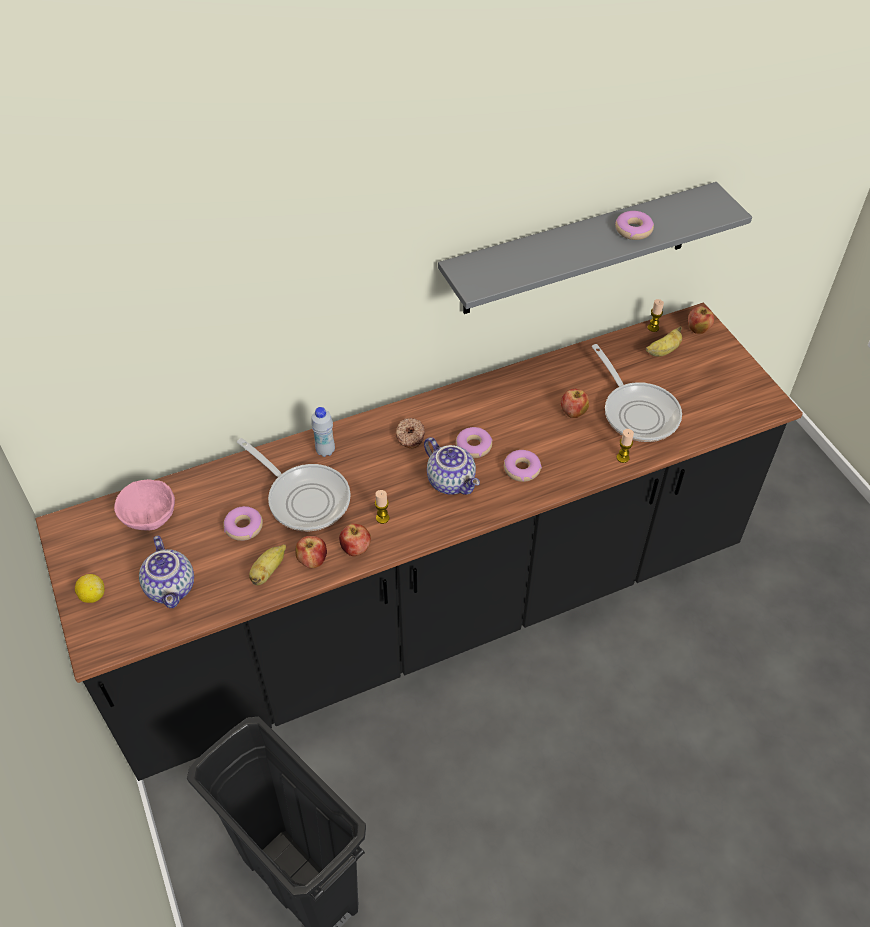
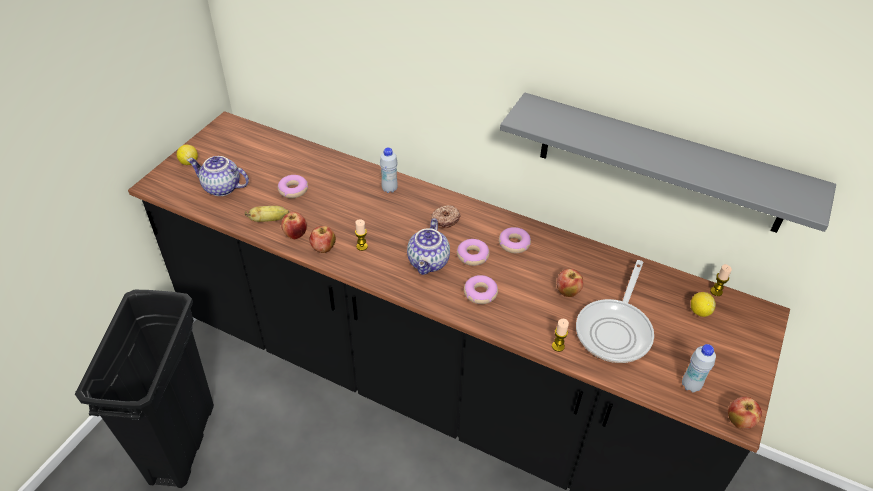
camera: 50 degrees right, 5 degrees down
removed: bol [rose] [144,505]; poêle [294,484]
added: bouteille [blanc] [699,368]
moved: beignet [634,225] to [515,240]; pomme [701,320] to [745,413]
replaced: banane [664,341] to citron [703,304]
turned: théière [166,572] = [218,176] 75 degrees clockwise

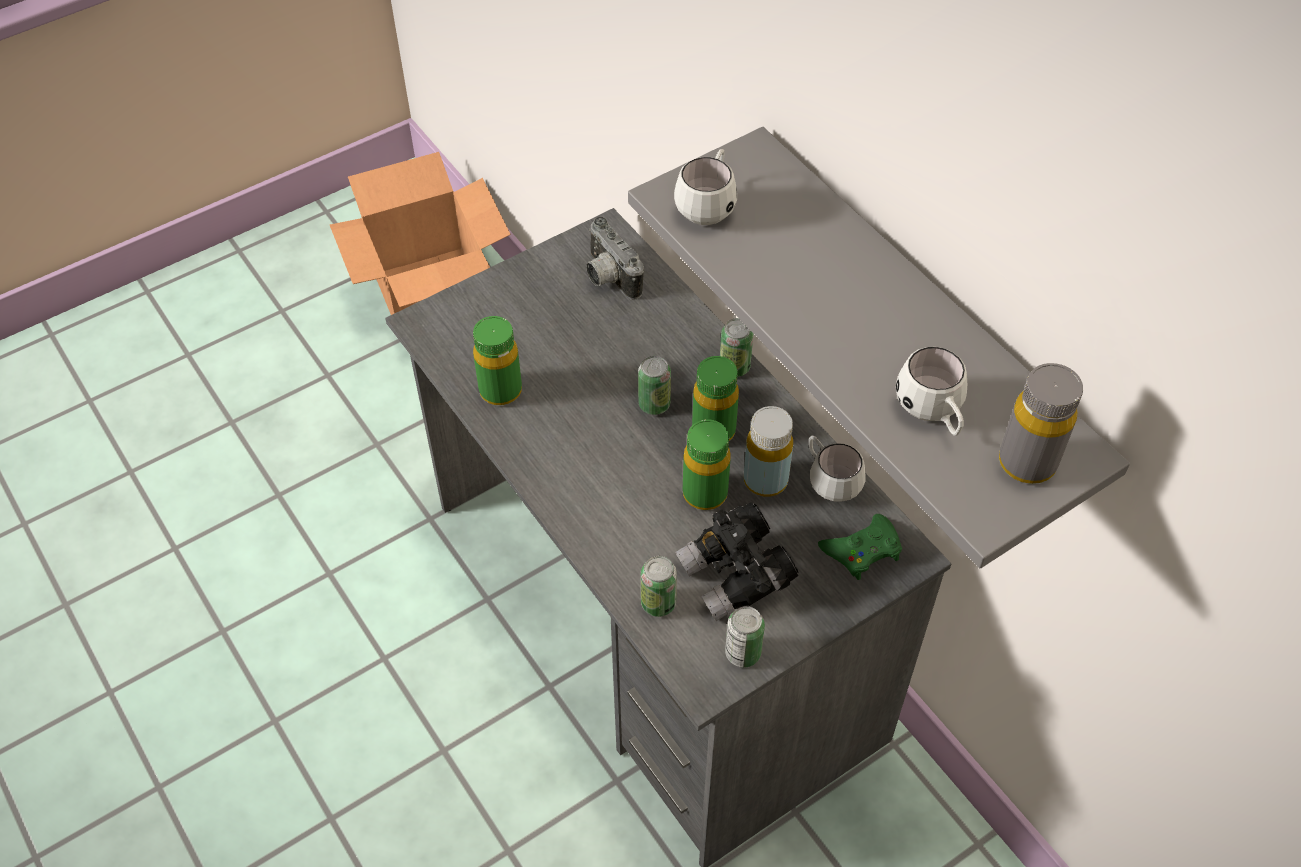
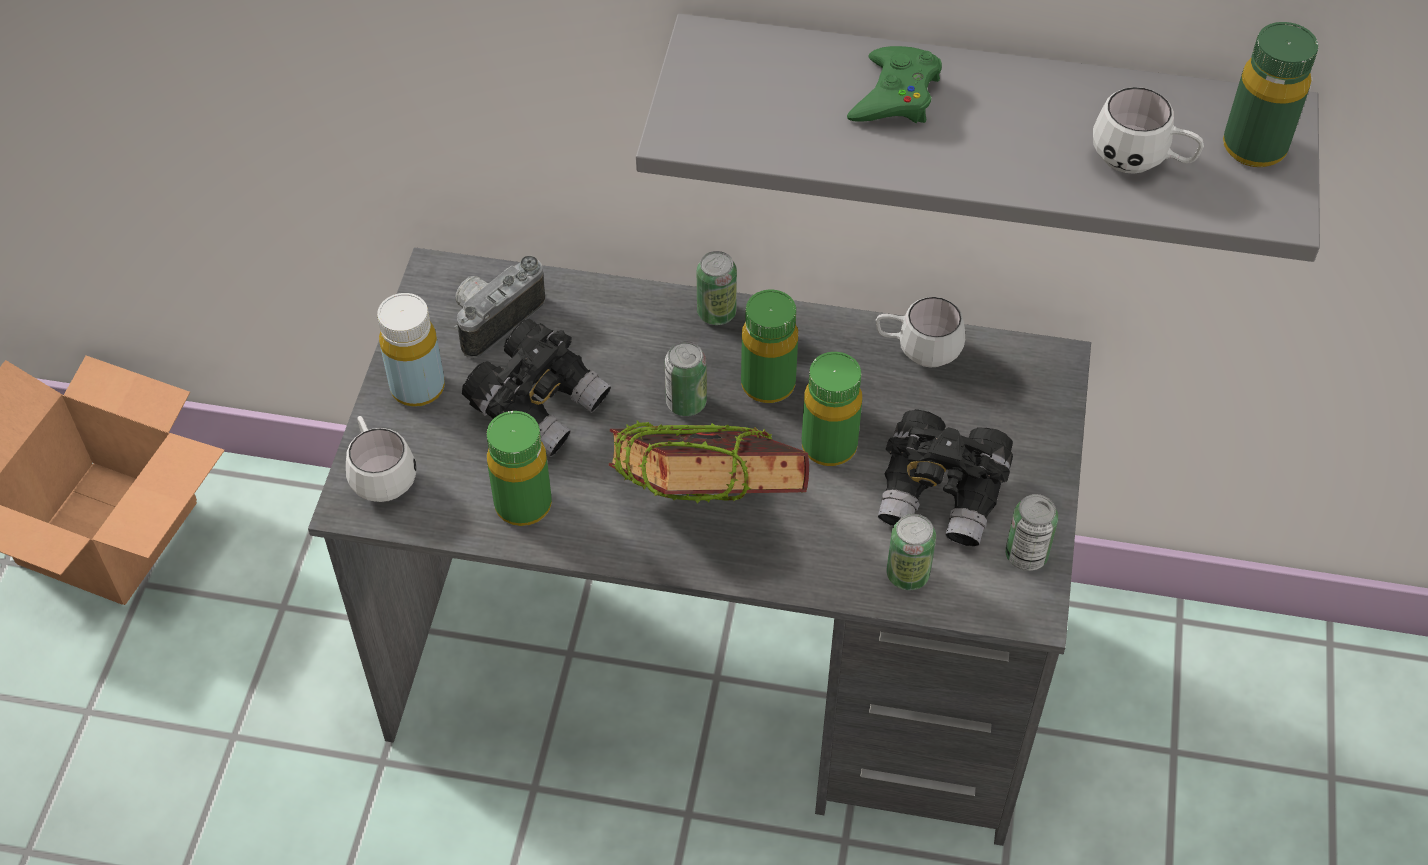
camera: 45 degrees left, 0 degrees up
added: jumelles [noir] [536,387]; livre [709,462]
moved: mug [blanc] [705,187] to [381,459]; bouteille [jaune] [768,451] to [411,350]; manette [vert] [860,547] to [894,84]
recoloured: bouteille [gris] [1041,423] to bouteille [vert] [1270,94]
turned: appareil photo [615,258] = [499,307] 120 degrees clockwise

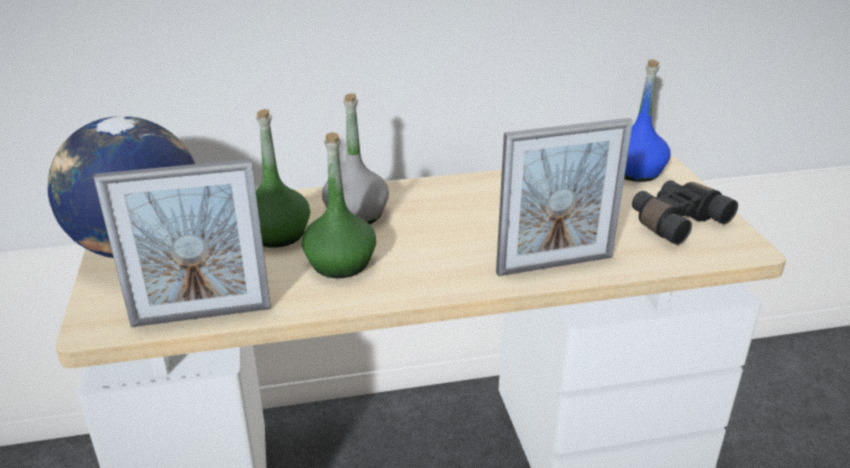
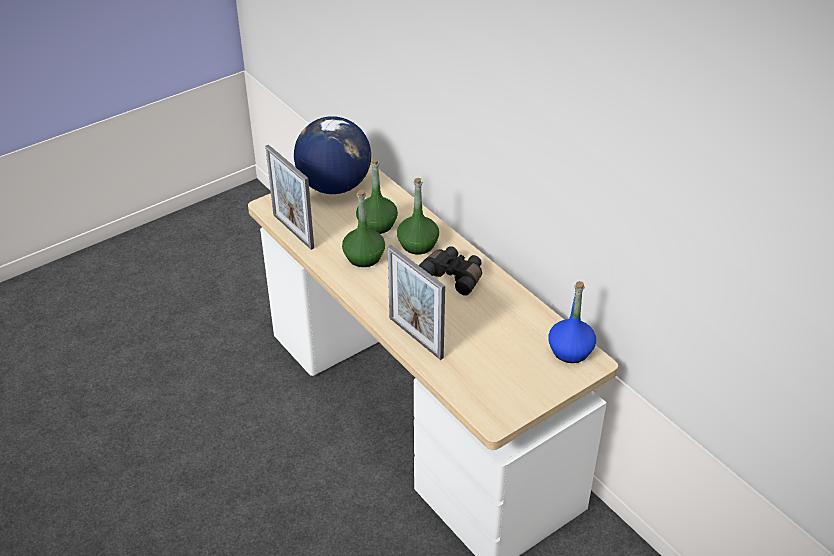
camera: 65 degrees right, 10 degrees up
moved: jumelles [noir] [685,212] to [450,271]
recoloured: bouteille [gris] [355,158] to bouteille [vert] [418,216]

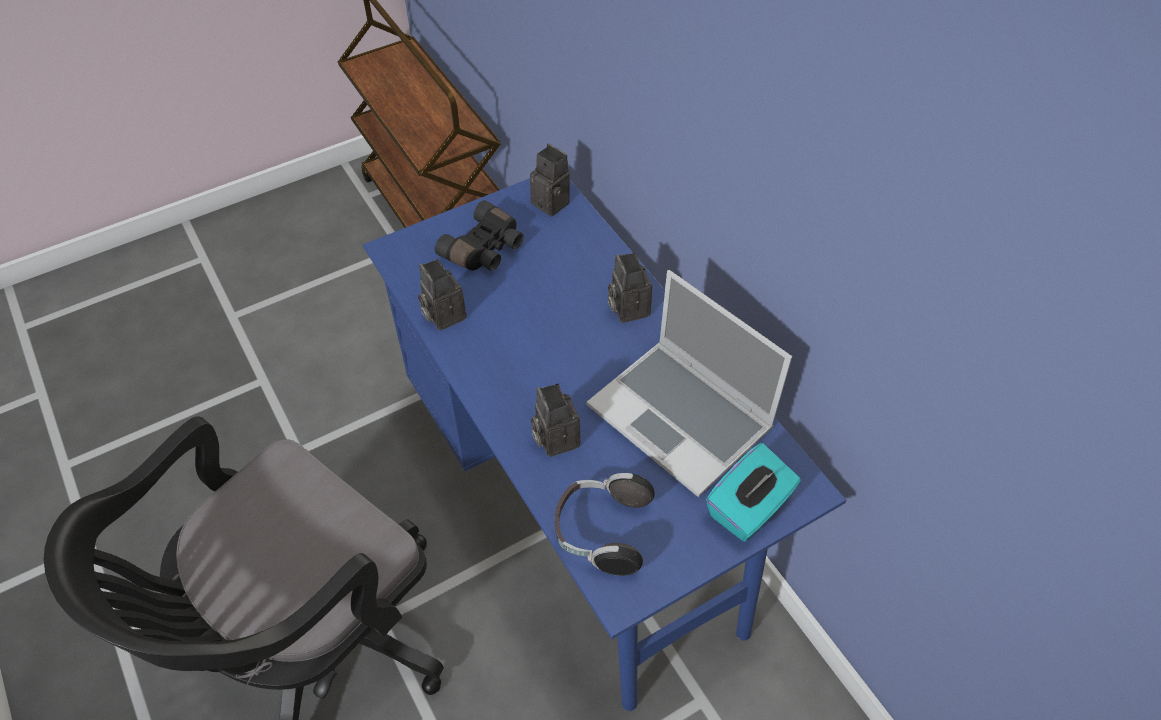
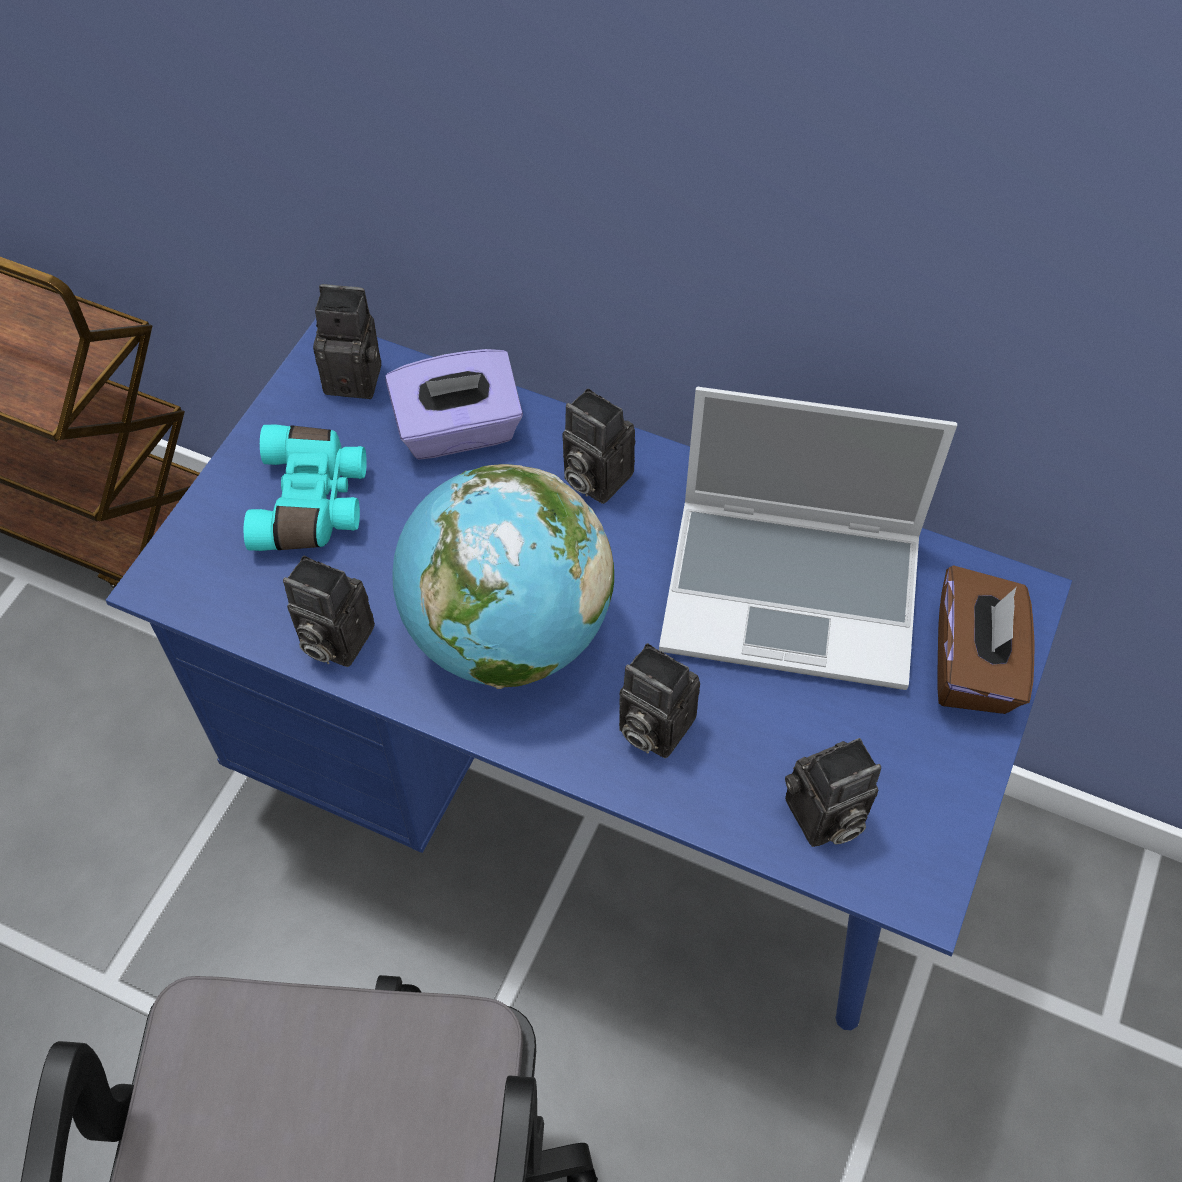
camera: 35 degrees left, 5 degrees up
added: boîte à mouchoirs [violet] [454,404]; globe [503,576]
replaced: casque audio [605,524] to appareil photo [833,792]
recoloured: jumelles [noir] [479,235] to jumelles [turquoise] [305,488]; boîte à mouchoirs [turquoise] [753,492] to boîte à mouchoirs [marron] [985,639]

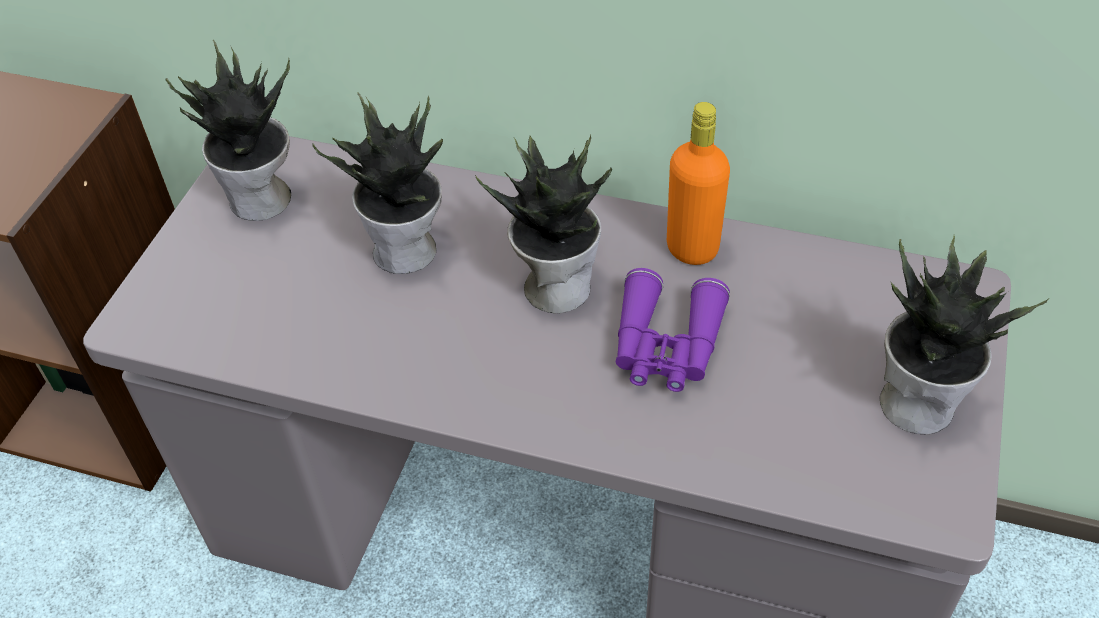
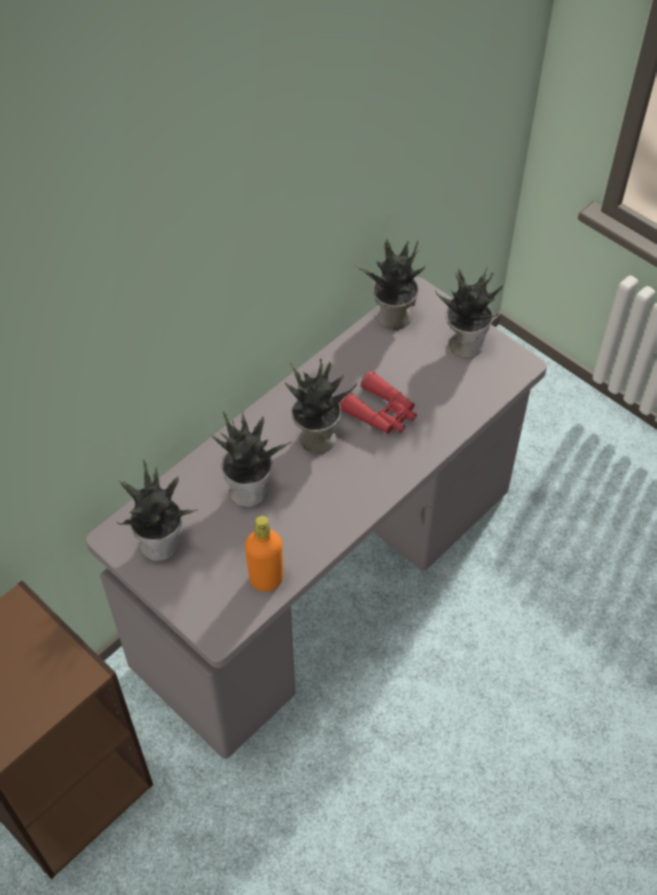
camera: 65 degrees left, 5 degrees up
added: plante en pot [391,284]
moved: bouteille [orange] [698,183] to [264,553]
recoloured: jumelles [violet] [673,330] to jumelles [rouge] [378,402]

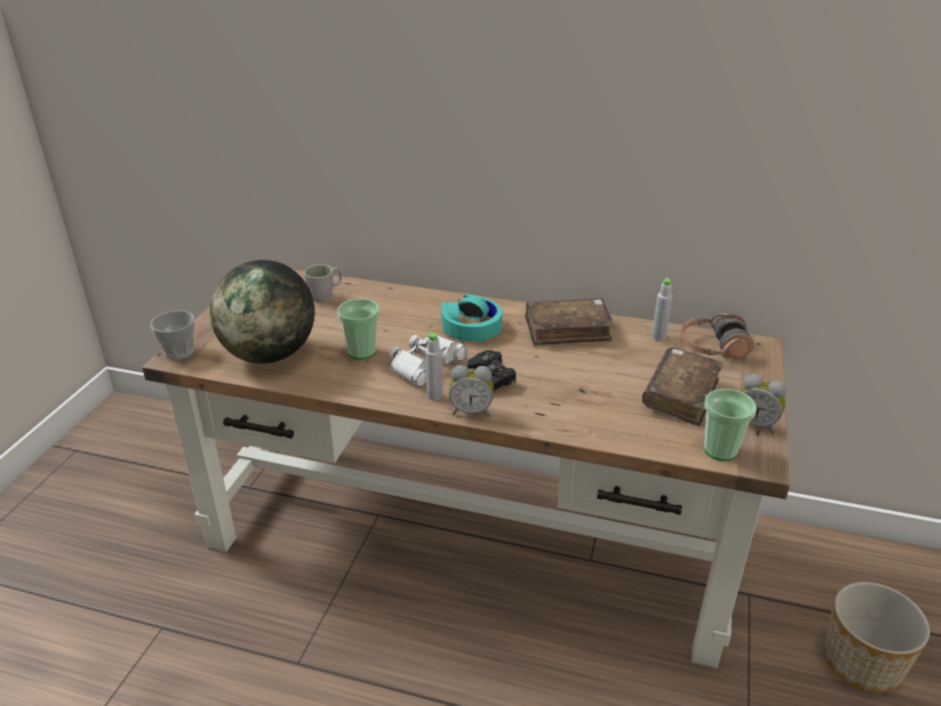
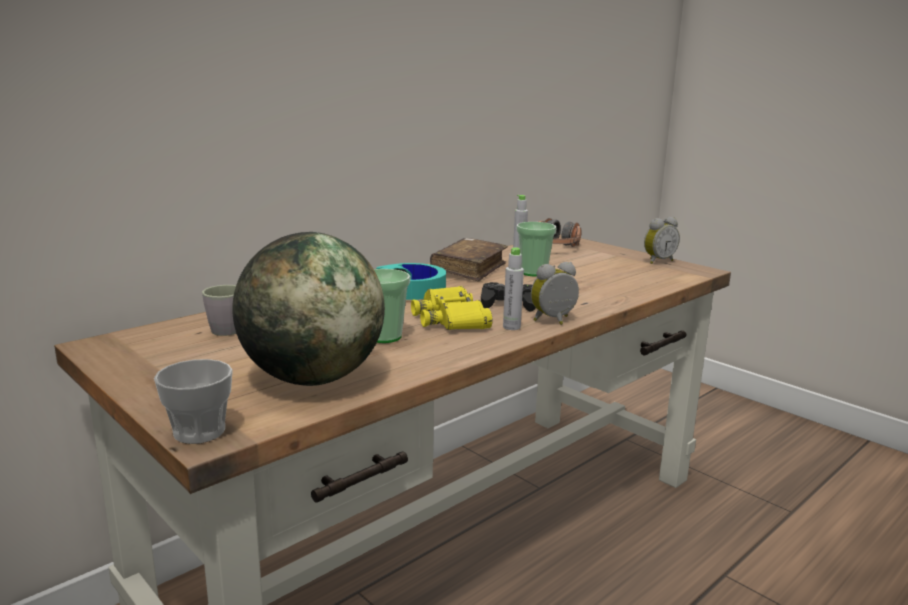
camera: 60 degrees left, 15 degrees down
removed: livre [marron] [682,387]; cache-pot [877,637]
moved: tasse [730,425] to [537,249]
recoloured: jumelles [blanc] [428,360] to jumelles [jaune] [452,308]
turned: réveil [471,390] = [555,293] 150 degrees counterclockwise

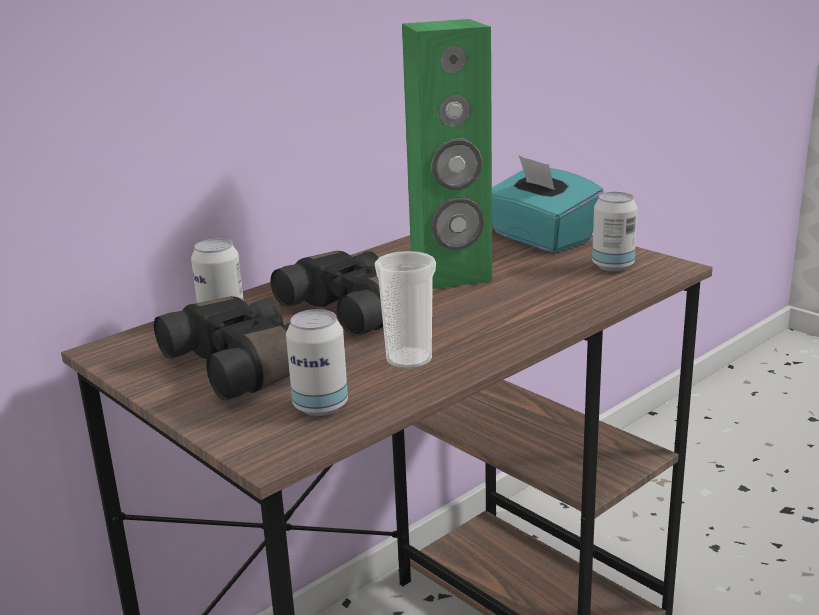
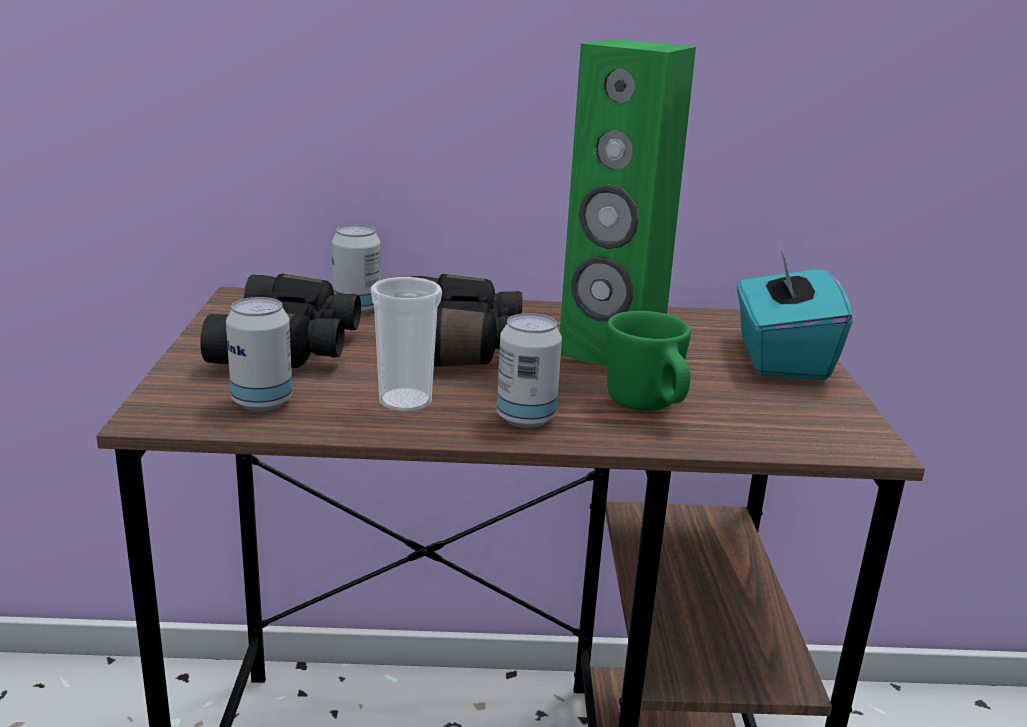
camera: 40 degrees right, 0 degrees up
added: mug [vert] [648,361]
moved: boîte métallique [615,231] to [529,370]

